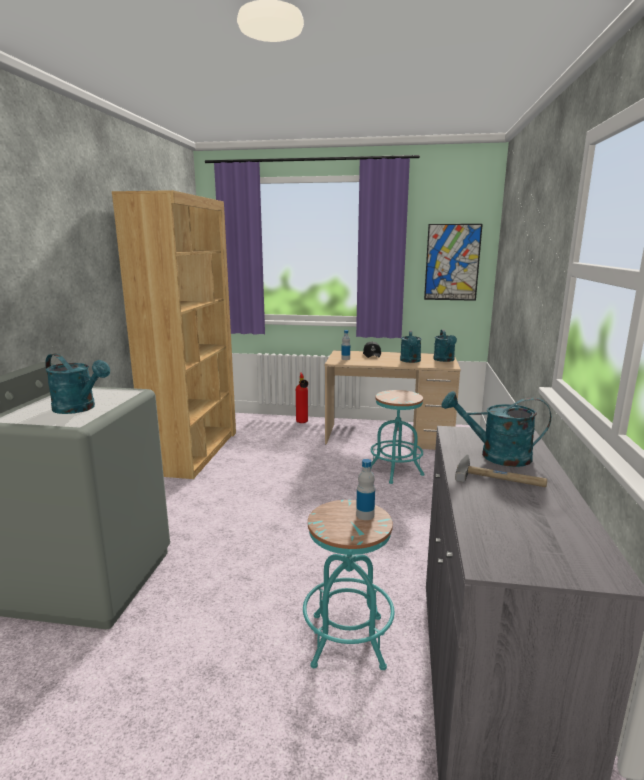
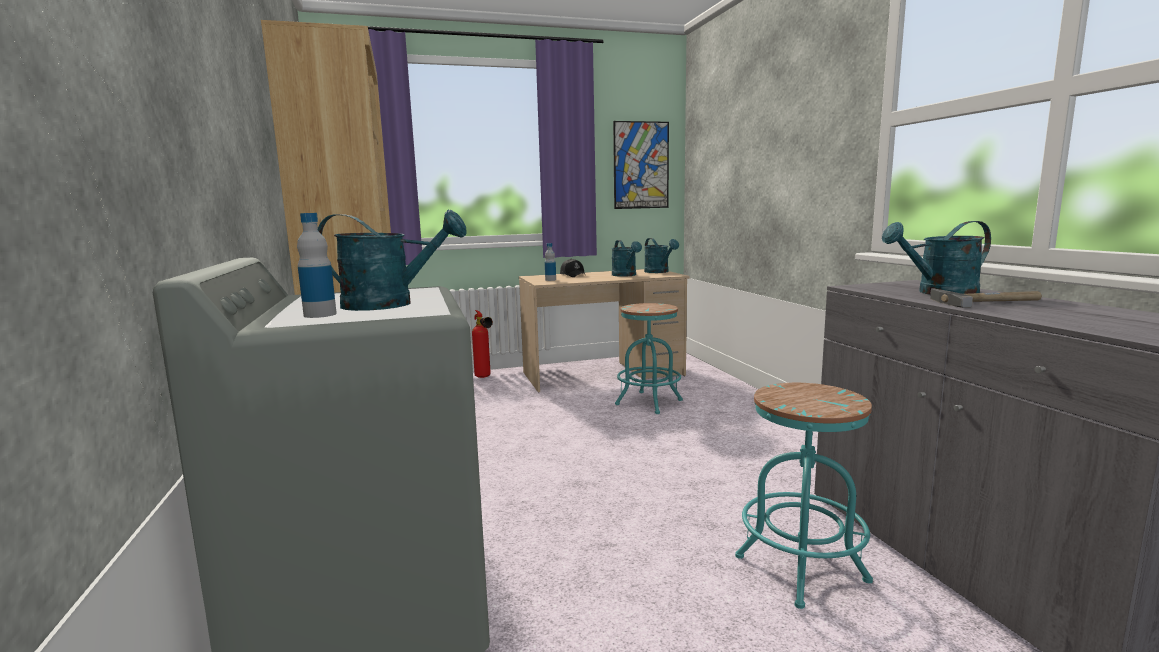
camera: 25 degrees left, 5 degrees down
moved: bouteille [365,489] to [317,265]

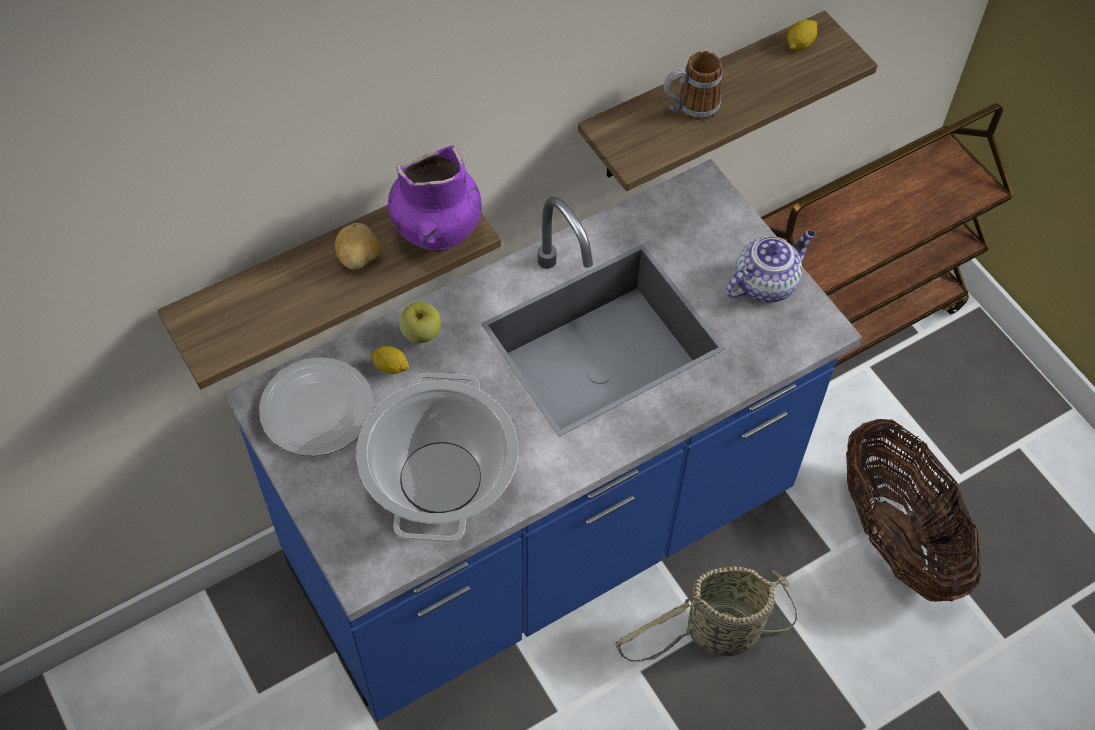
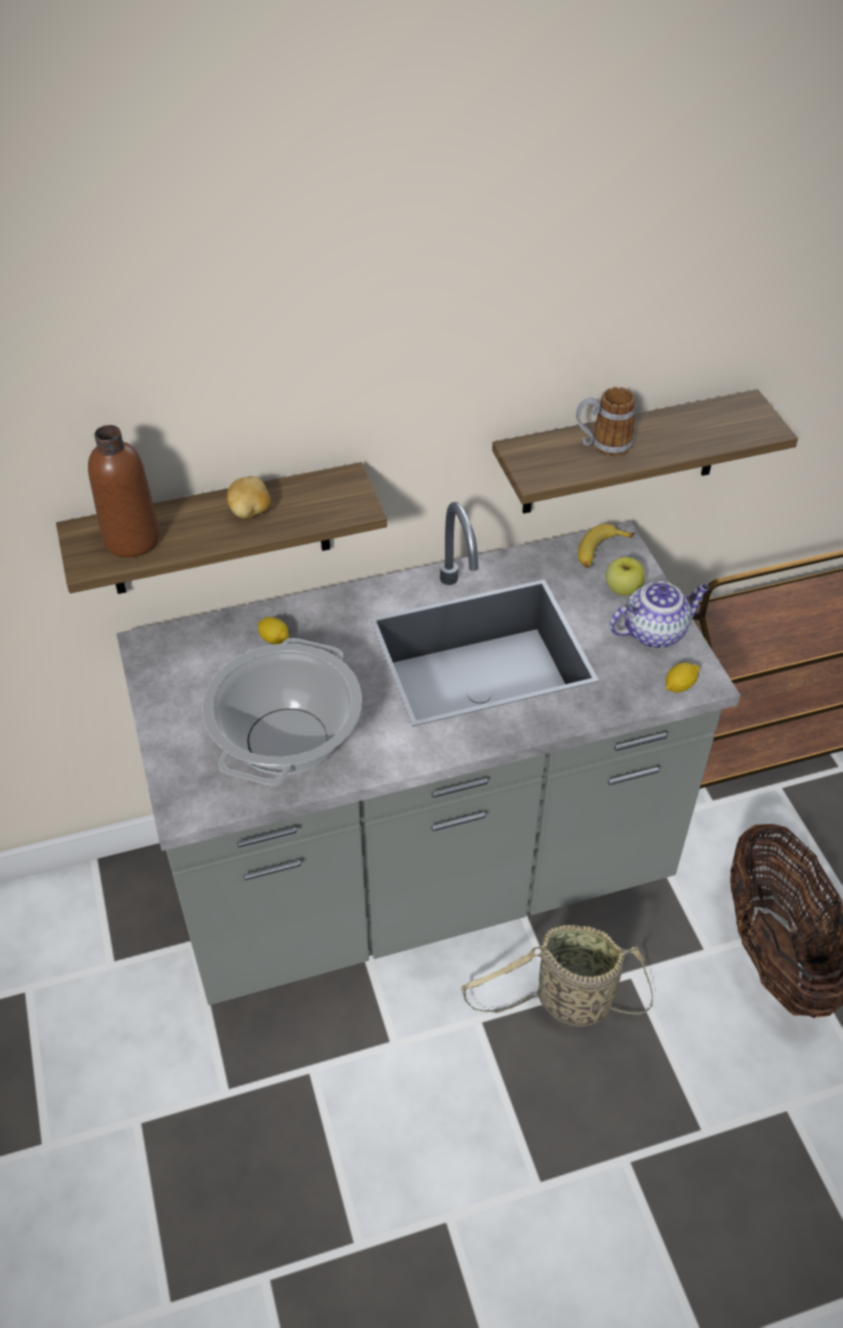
camera: 15 degrees right, 10 degrees down
removed: assiette [316,407]; vase [violet] [435,198]
added: bouteille [marron] [124,491]; banane [606,546]
moved: pomme [420,322] to [625,576]; citron [802,35] to [683,677]
recoloured: comptoir de cuisine [bleu] [542,440] to comptoir de cuisine [gris] [428,753]

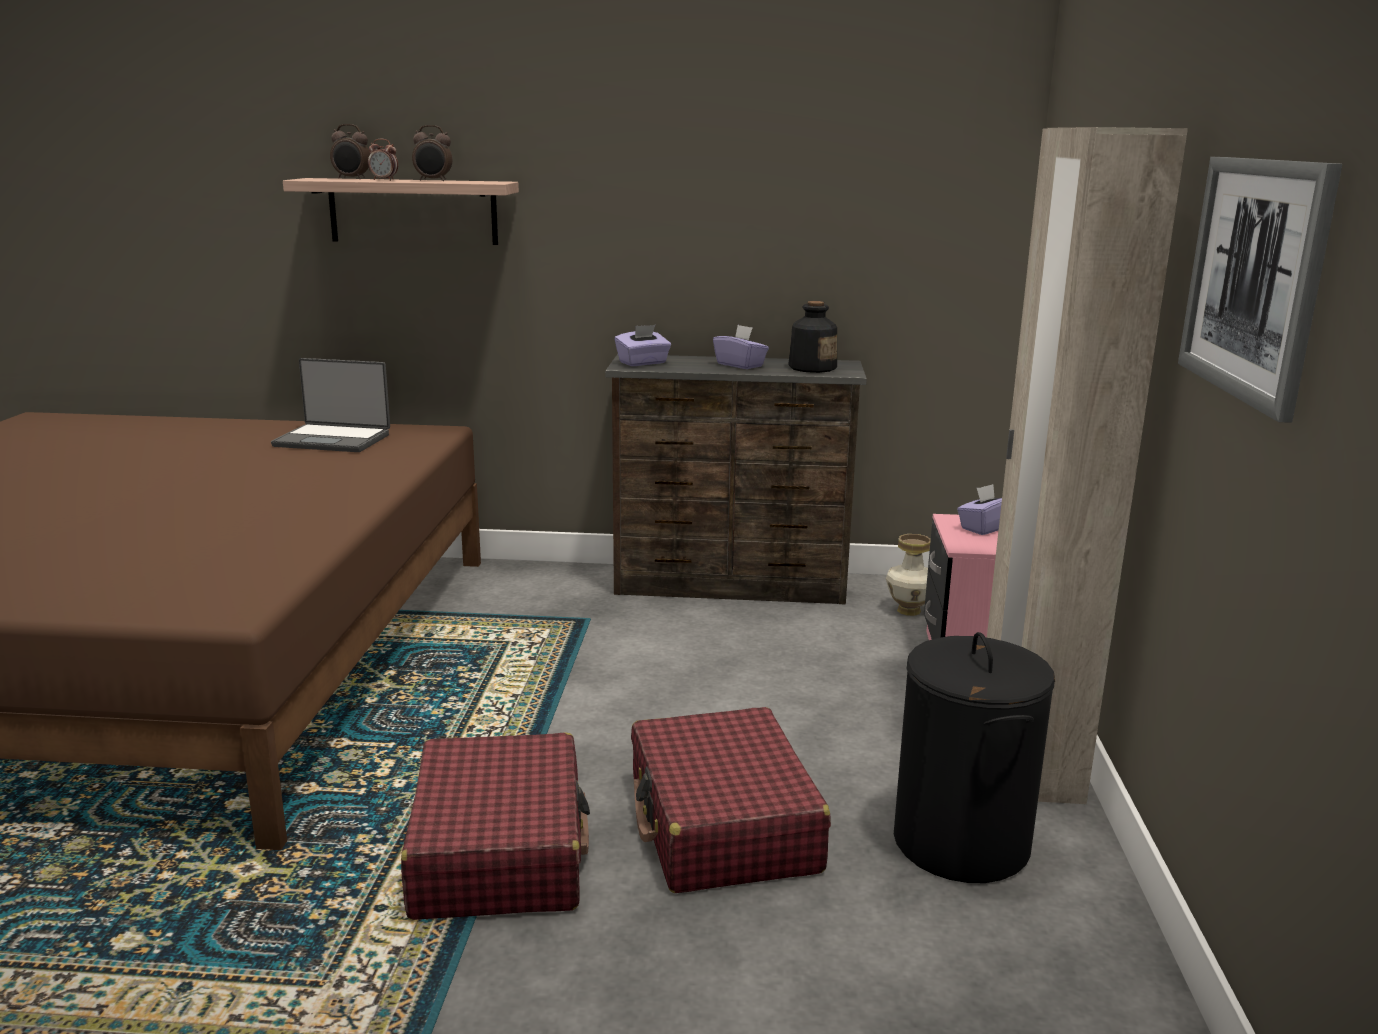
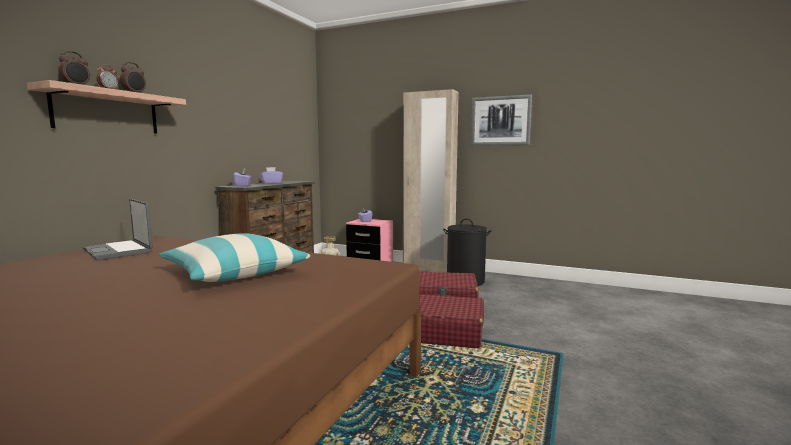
camera: 70 degrees left, 10 degrees down
removed: bouteille [812,337]
added: coussin [234,257]
turned: ordinateur portable [330,405] = [118,229] 105 degrees clockwise

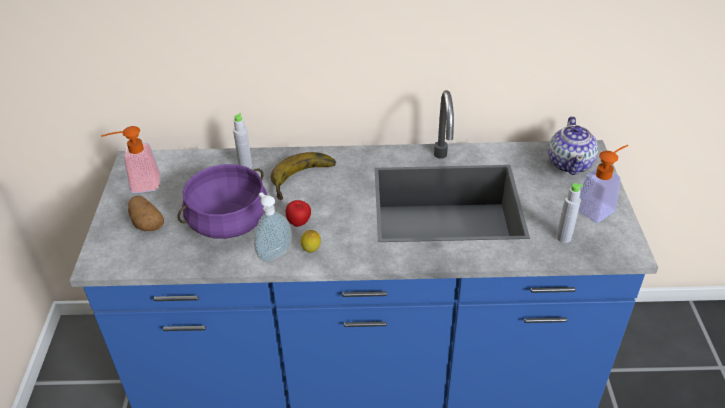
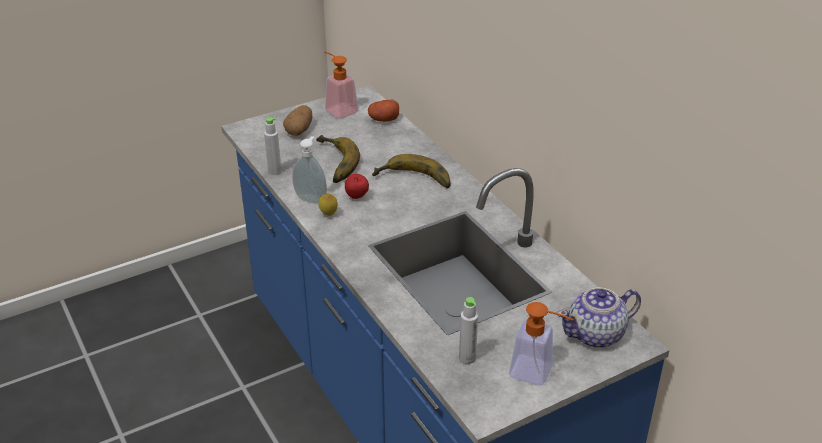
camera: 60 degrees right, 5 degrees down
added: pomme de terre [383,111]
moved: bouteille [gris] [242,141] to [273,146]
replaced: marmite [violet] [222,201] to banane [338,159]

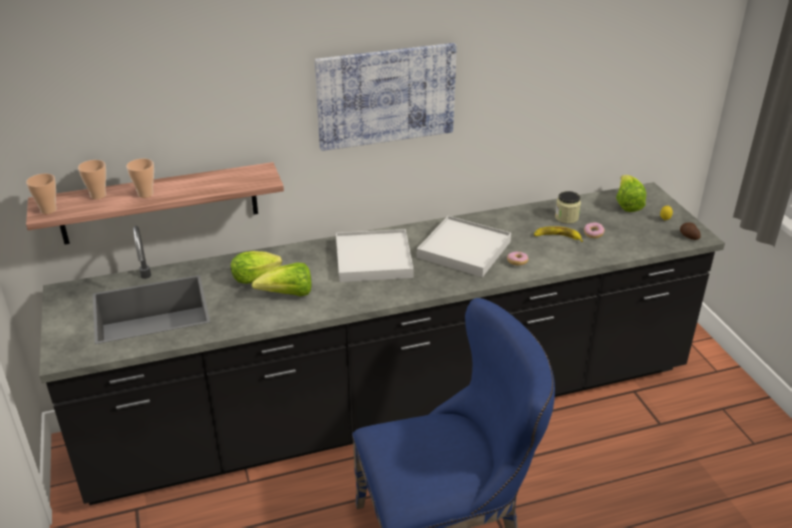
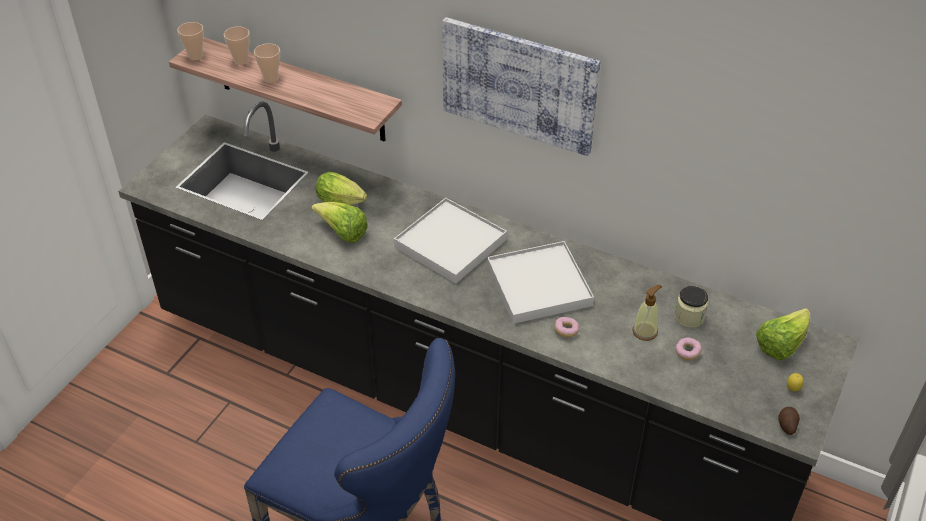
camera: 45 degrees right, 10 degrees up
replaced: banane [558,234] to distributeur de savon [647,313]

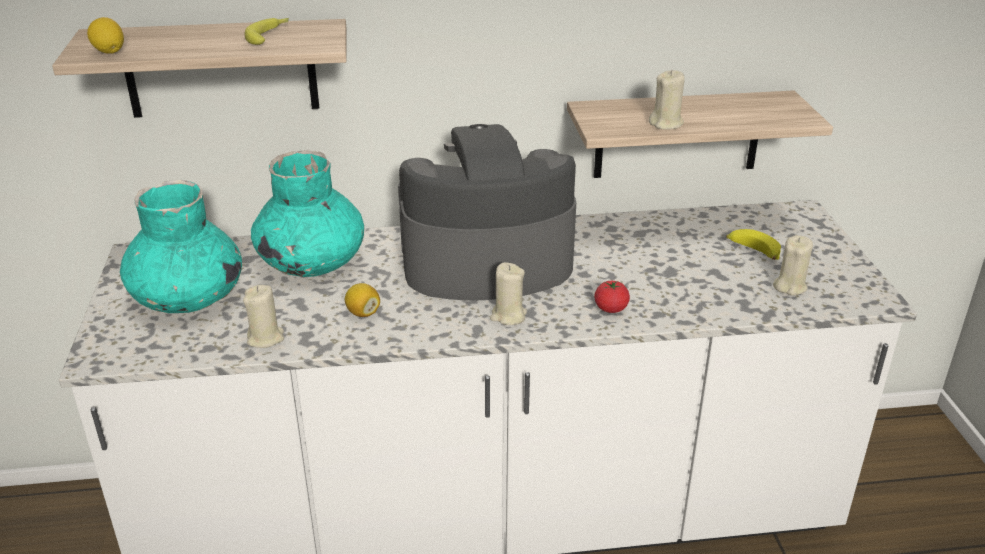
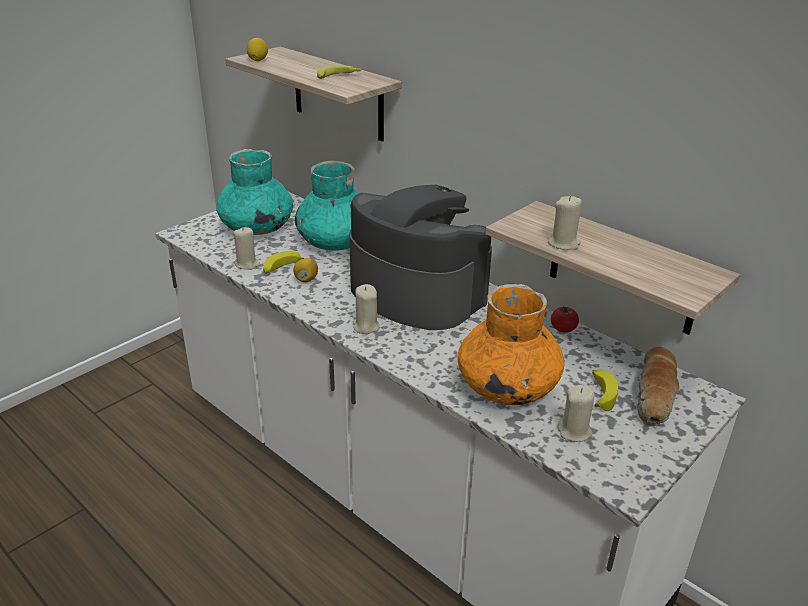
camera: 50 degrees right, 0 degrees up
added: banane [283,262]; vase [orange] [511,344]; pain [657,385]
moved: tomate [612,297] to [565,319]

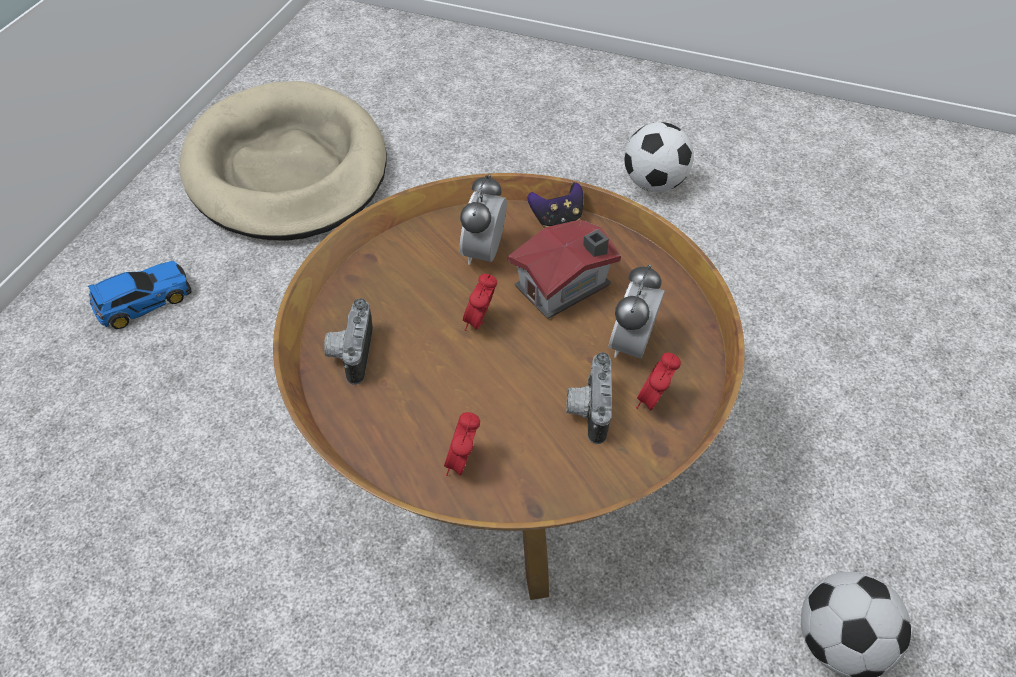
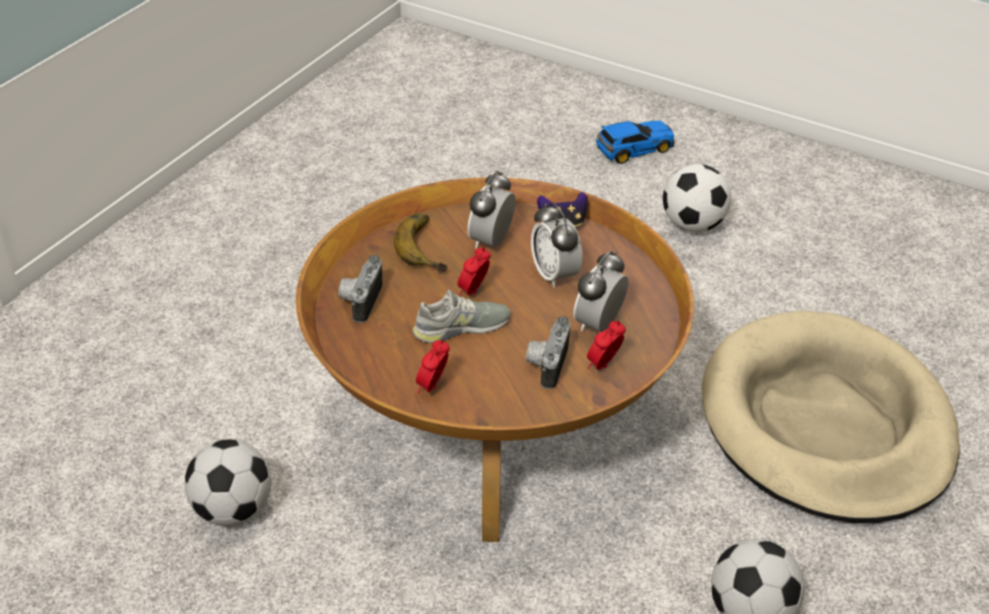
camera: 10 degrees right, 10 degrees down
added: ballon de foot [228,483]; banane [420,242]; chaussure [gris] [461,316]
moved: petite voiture [140,295] to [635,142]; panier pour chien [beige] [283,161] to [831,417]
replaced: maison miniature [564,269] to réveil [557,245]

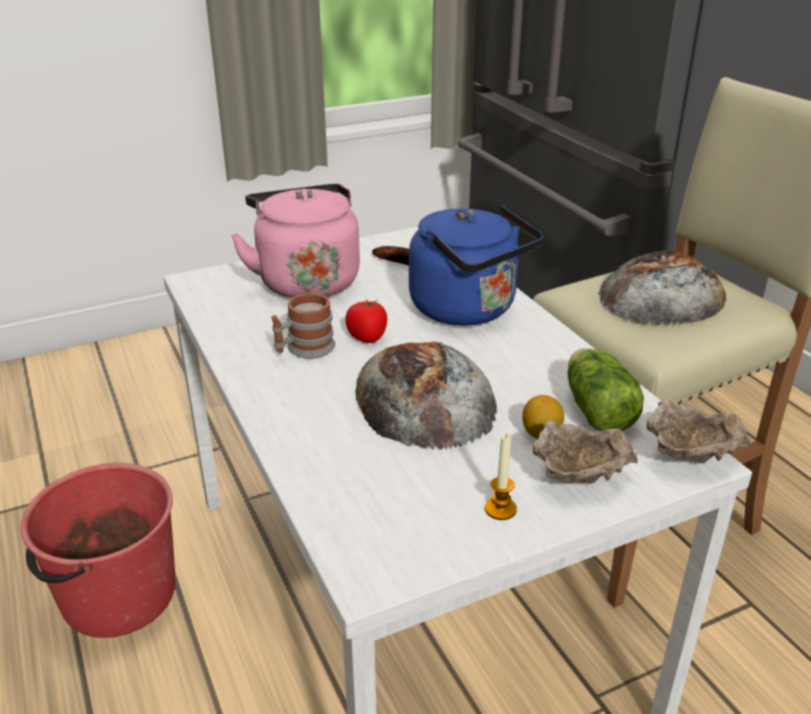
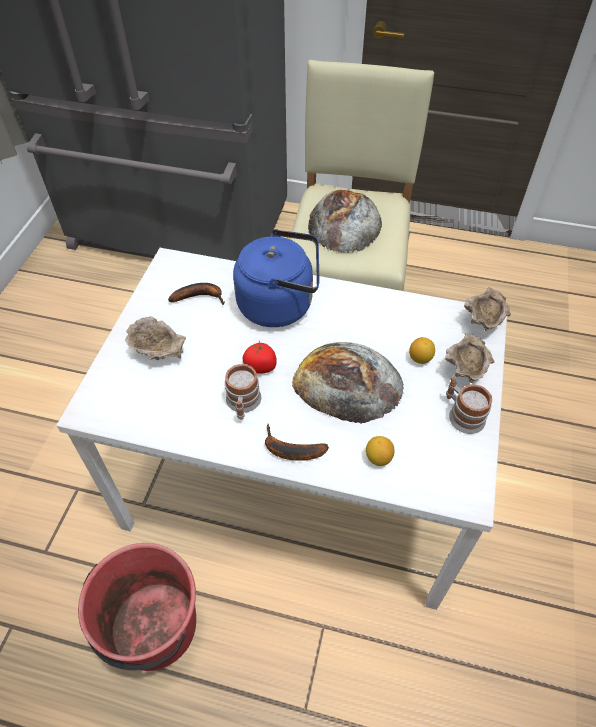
camera: 50 degrees left, 20 degrees up
removed: laitue [605,389]
added: banane [297,442]; citron [380,451]
replaced: bouilloire [rose] [295,240] to bol [beige] [155,338]; bougie [501,477] to mug [469,405]

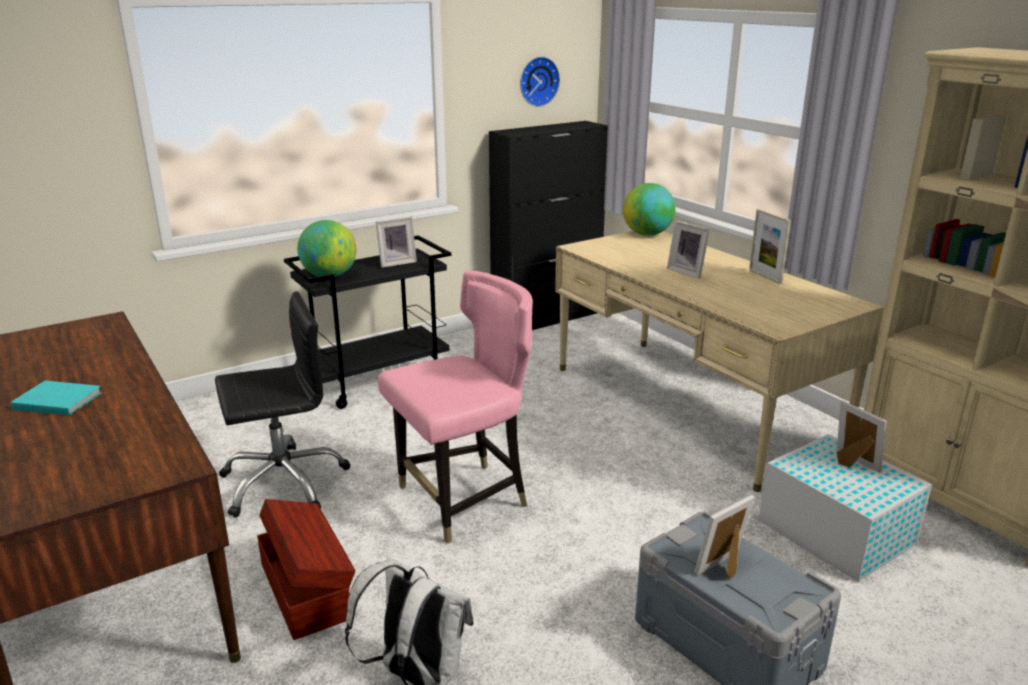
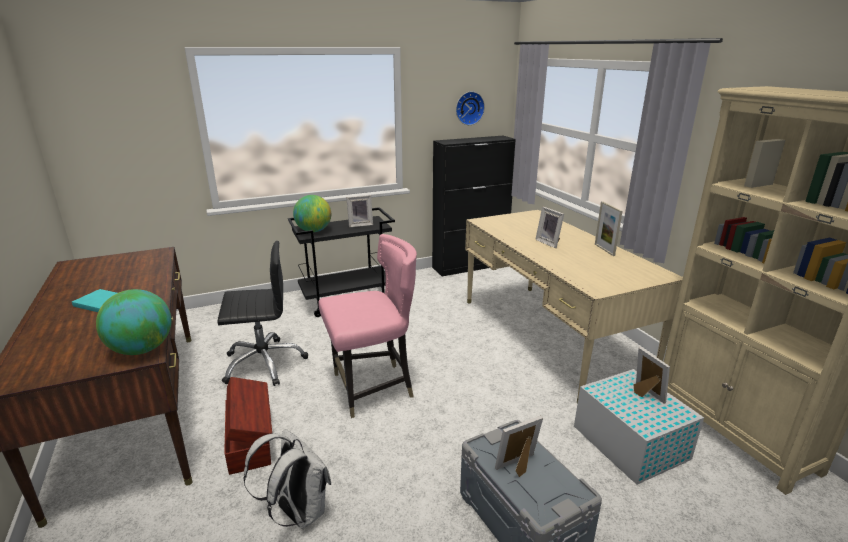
camera: 10 degrees right, 0 degrees up
moved: globe [649,209] to [134,322]

